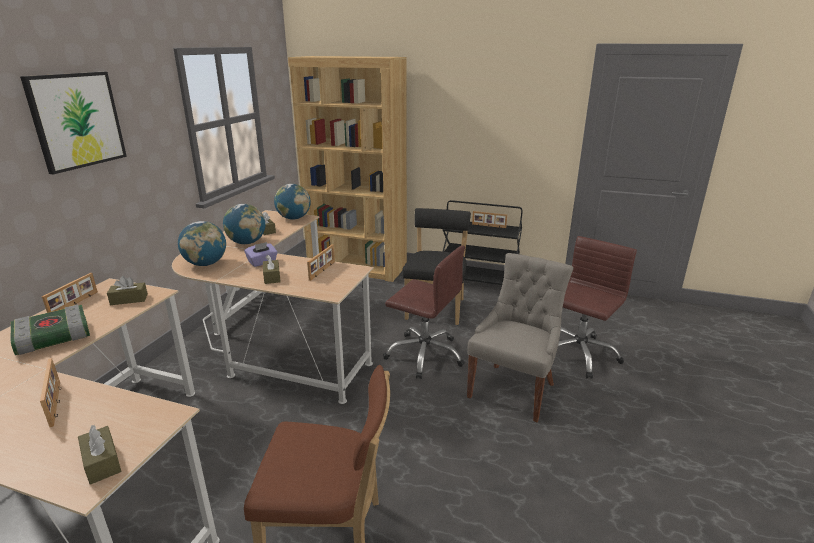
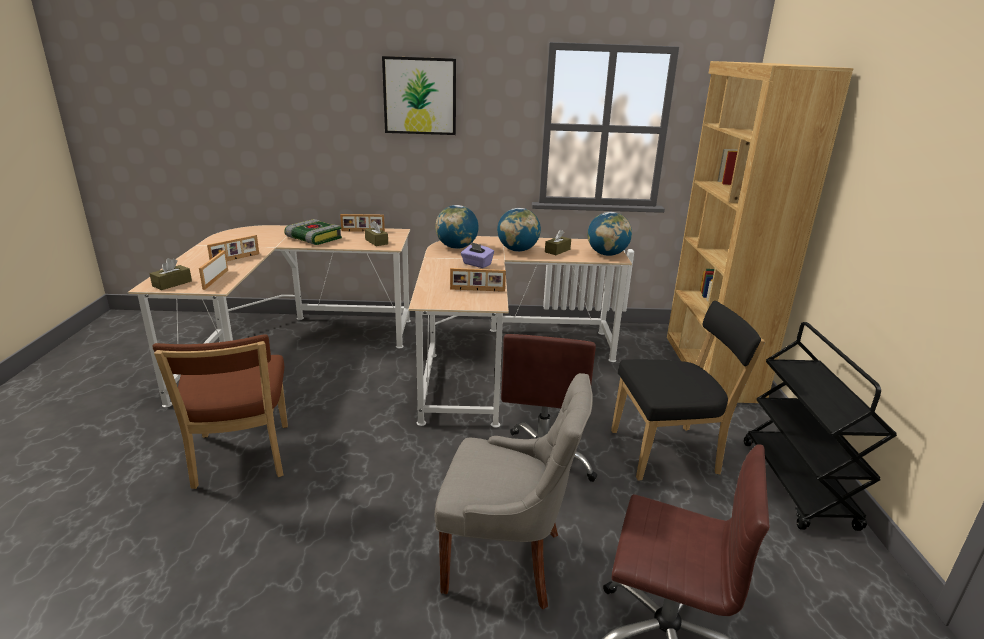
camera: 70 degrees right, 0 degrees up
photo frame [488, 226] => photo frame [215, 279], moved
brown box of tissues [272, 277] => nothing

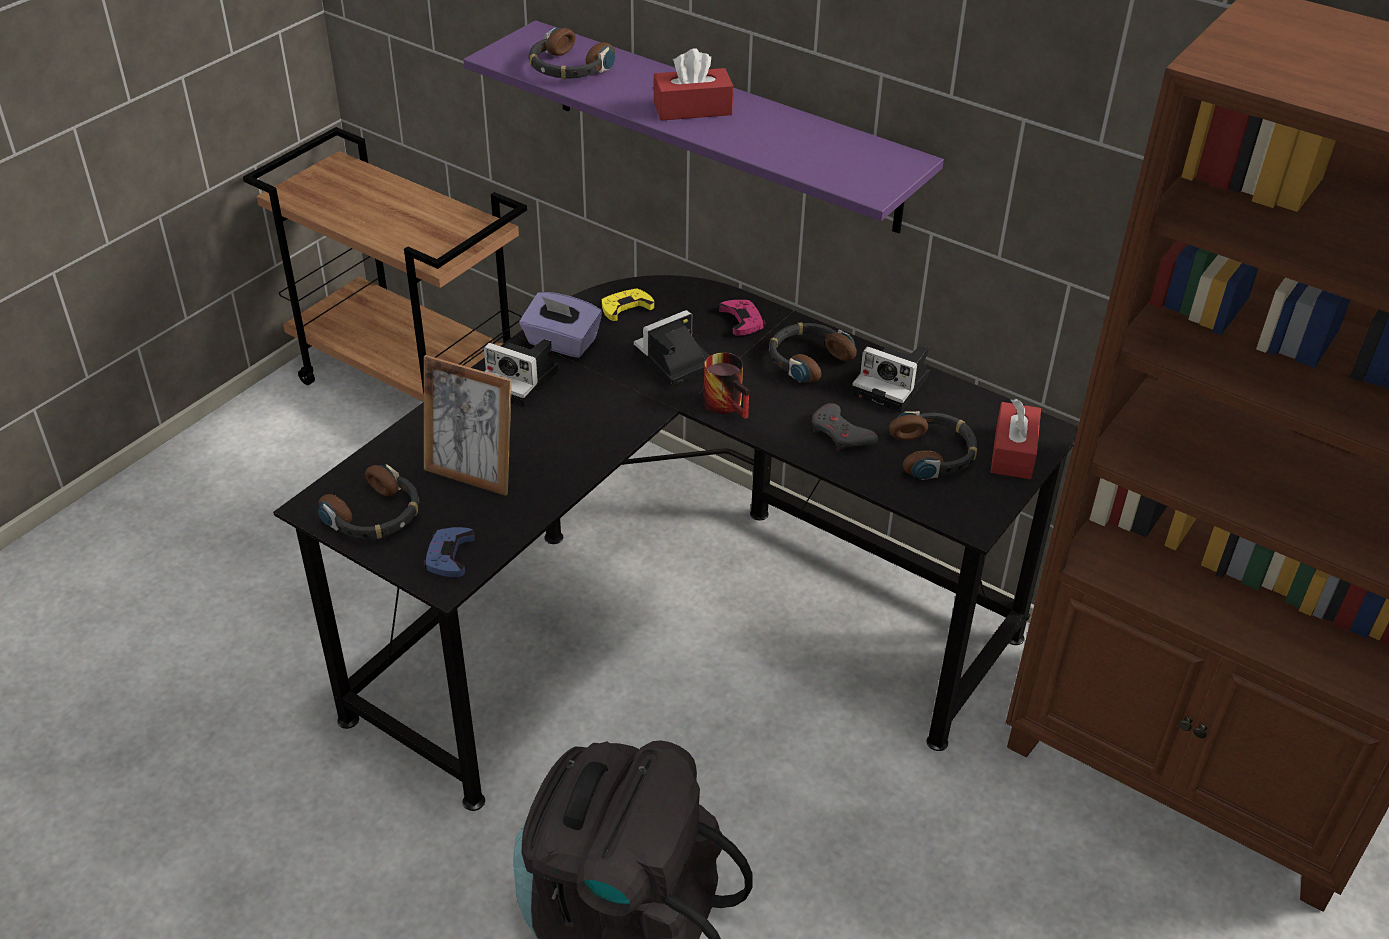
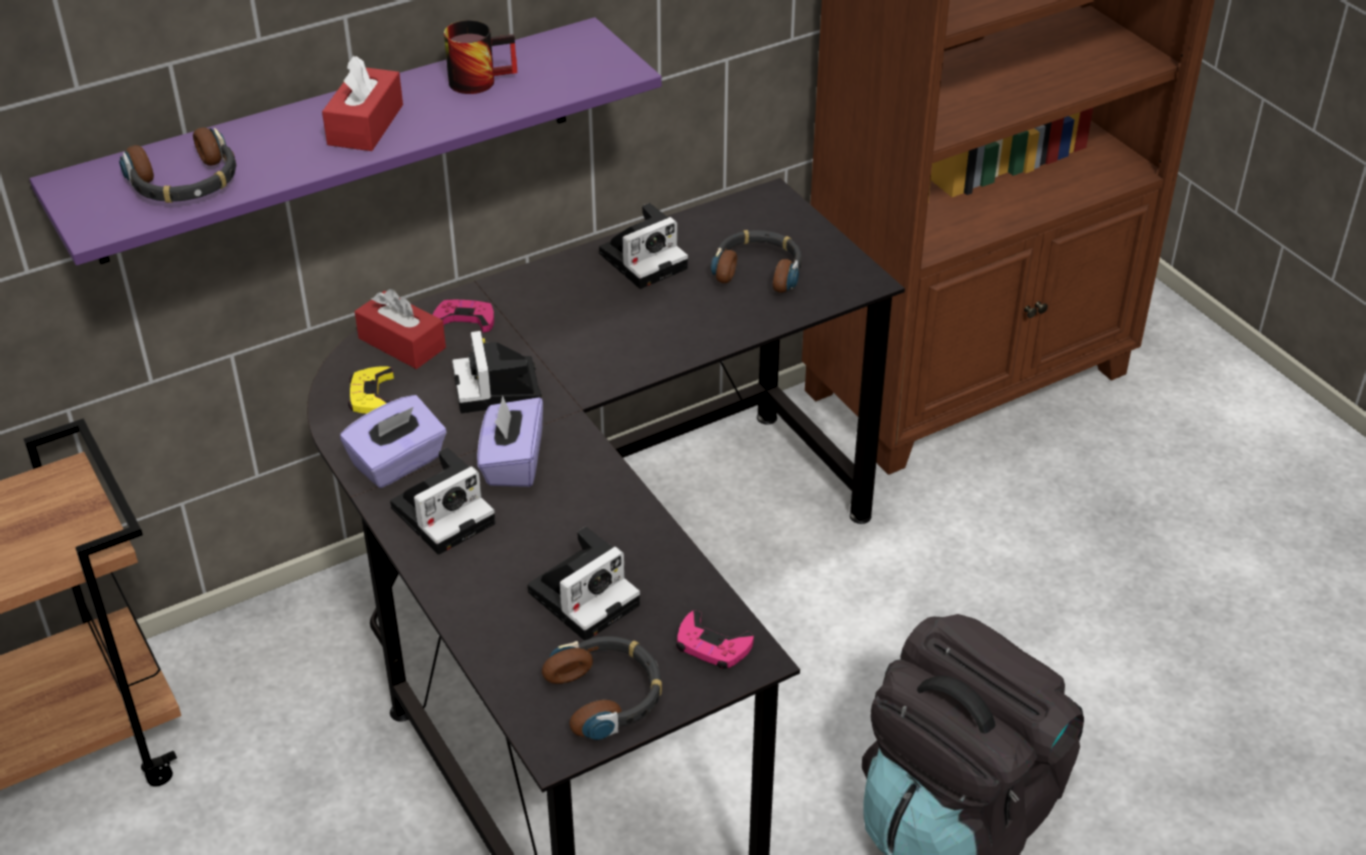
camera: 65 degrees left, 0 degrees up
red box of tissues [1013, 452] => red box of tissues [402, 343], moved
mug [729, 404] => mug [479, 79], moved
nothing => purple-coloured box of tissues [512, 463]
photo frame [471, 474] => still camera [586, 595]
bluish gamepad [449, 556] => pink-coloured gamepad [712, 646]
pair of headphones [807, 359] => nothing
greyish gamepad [841, 434] => nothing

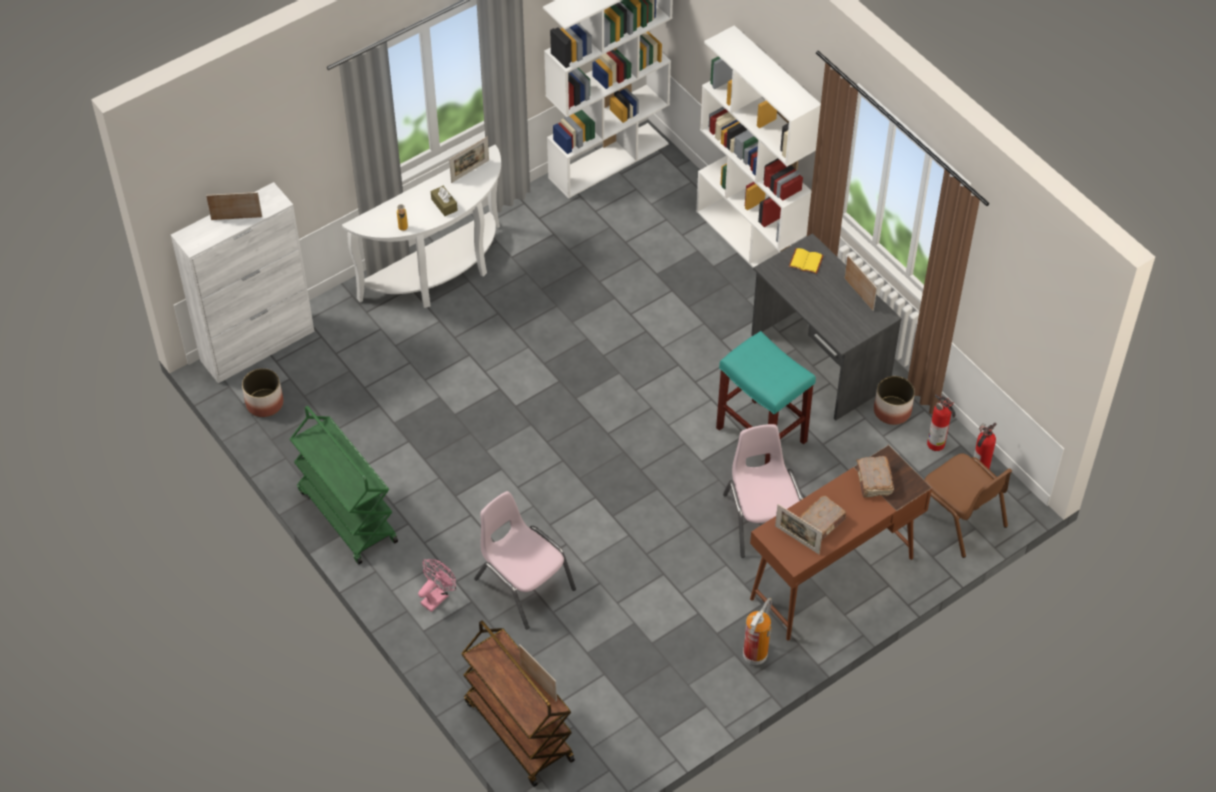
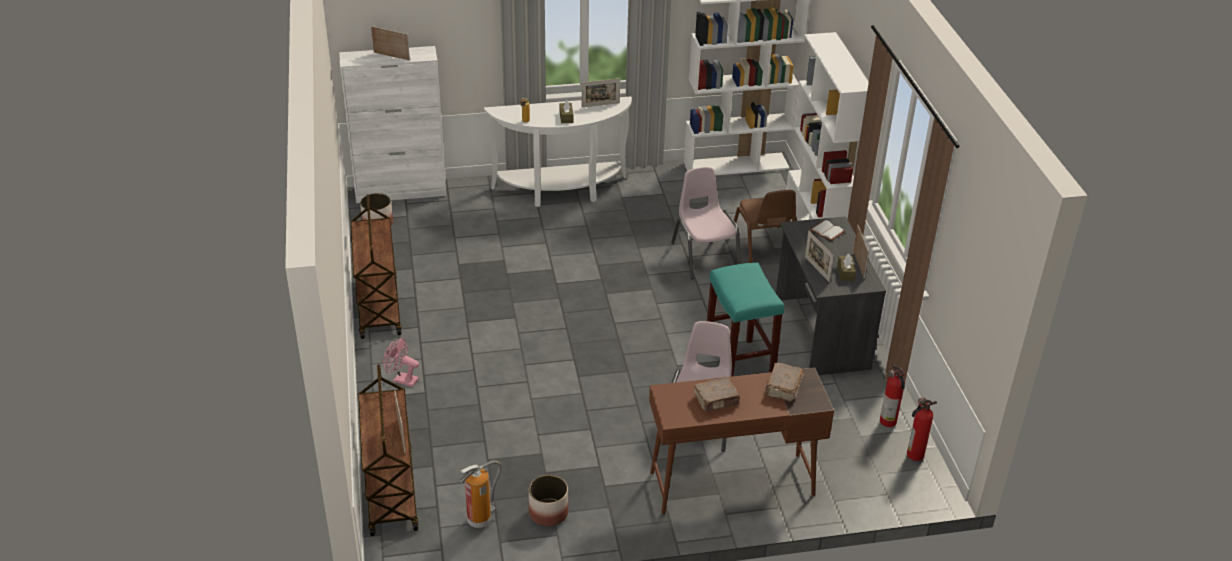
camera: 25 degrees right, 15 degrees down
greenish wheeled cart [346, 515] => brown wheeled cart [378, 307]
pink-coloured fan [437, 597] => pink-coloured fan [402, 380], 135 degrees counterclockwise
fire-fighting cylinder [755, 654] => fire-fighting cylinder [480, 520], moved
flower pot [892, 410] => flower pot [548, 512], moved
pink-coloured plain chair [524, 584] => pink-coloured plain chair [704, 256], moved
brown plain chair [958, 517] => brown plain chair [763, 247], moved
photo frame [797, 540] => photo frame [817, 269], moved
yellowish bound book [806, 261] => white bound book [828, 231]
nothing => brown box of tissues [845, 272]

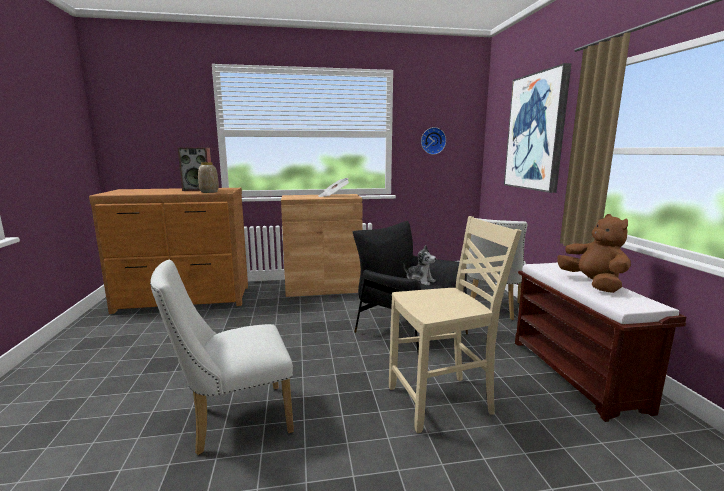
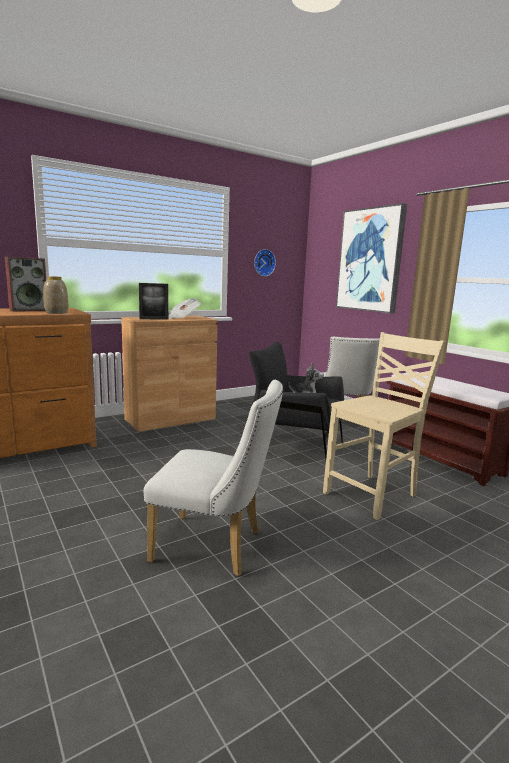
camera: 25 degrees left, 0 degrees up
nothing => photo frame [154, 319]
white plain chair [233, 420] => white plain chair [215, 547], 120 degrees counterclockwise
brown plush toy [593, 284] => nothing

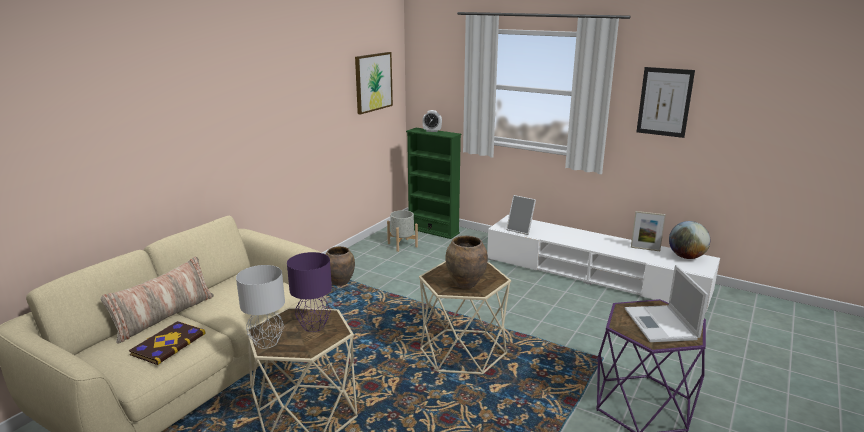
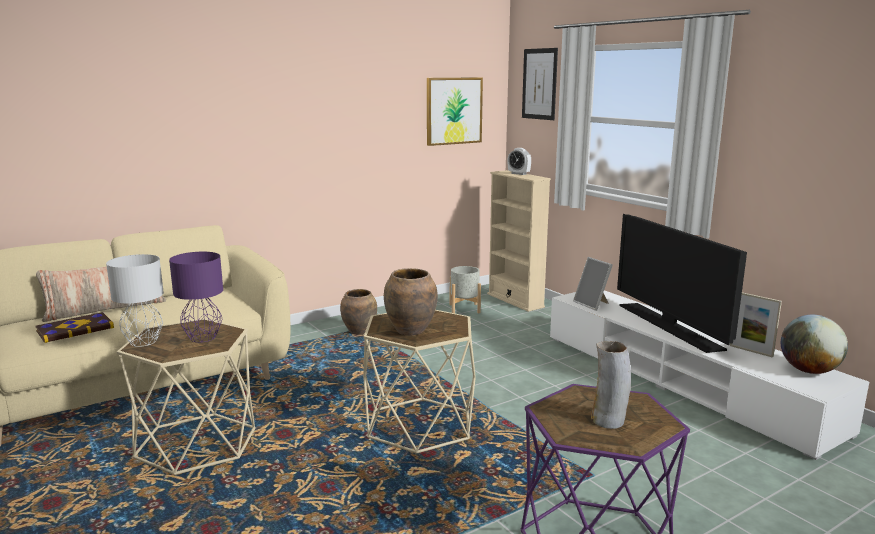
camera: 25 degrees right, 5 degrees down
greenish shelving unit [433, 231] => beige-coloured shelving unit [515, 300]
wall picture [664, 102] => wall picture [539, 84], moved
portable computer [661, 325] => decorative vase [608, 420]
nothing => TV set [669, 327]

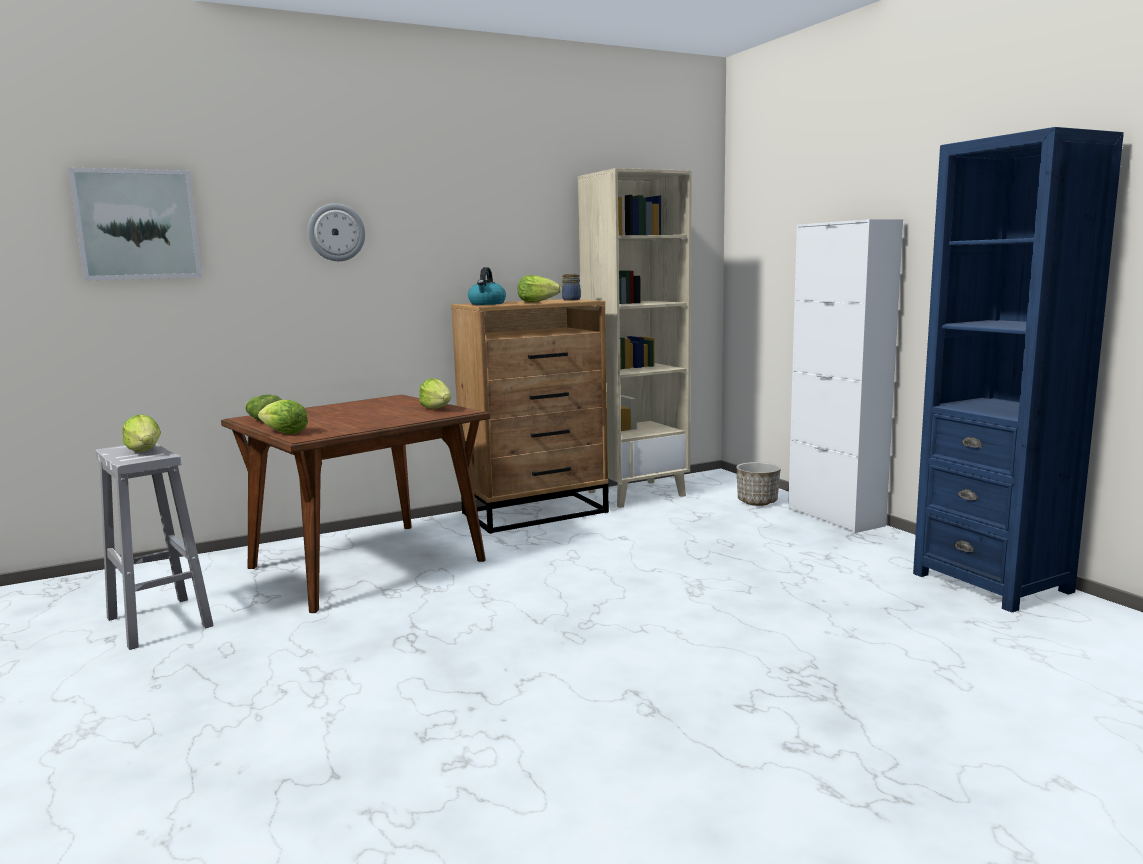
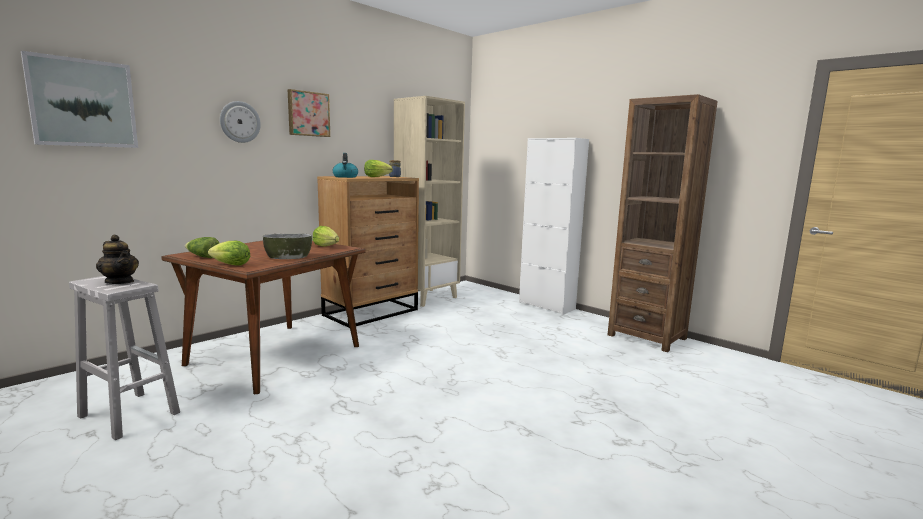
camera: 20 degrees left, 0 degrees up
lettuce [145, 451] => pot for tea [120, 282]
nothing => bowl [288, 257]
nothing => wall picture [308, 114]
bluish shelving unit [991, 582] => brown shelving unit [647, 337]
flower pot [757, 502] => nothing

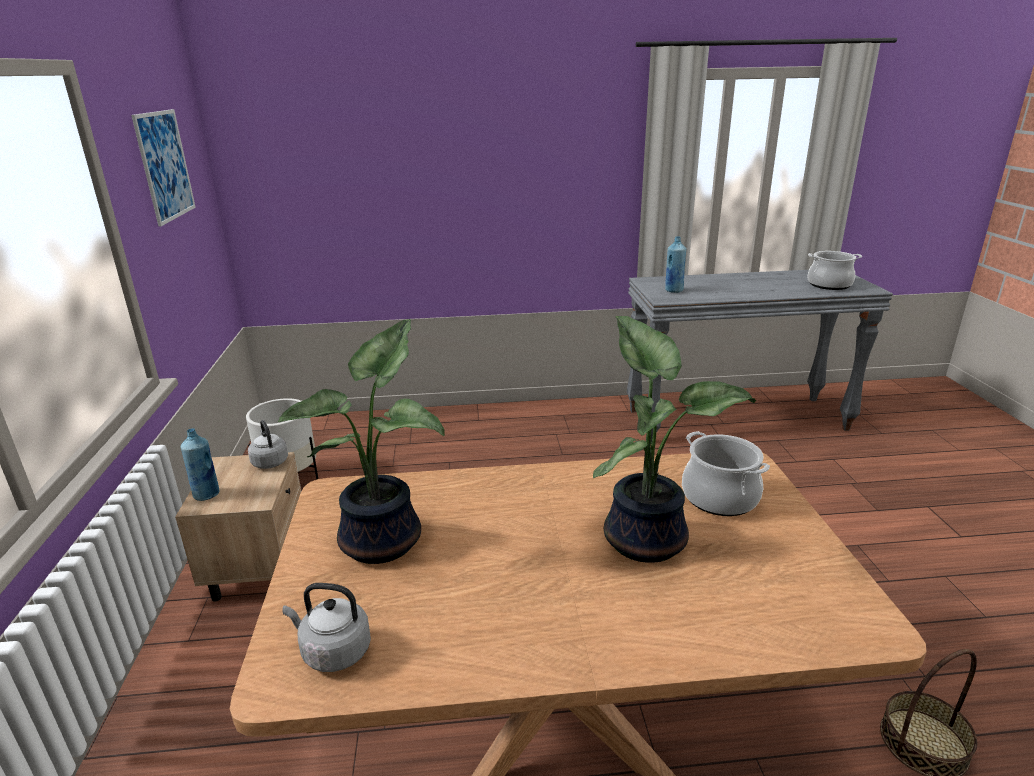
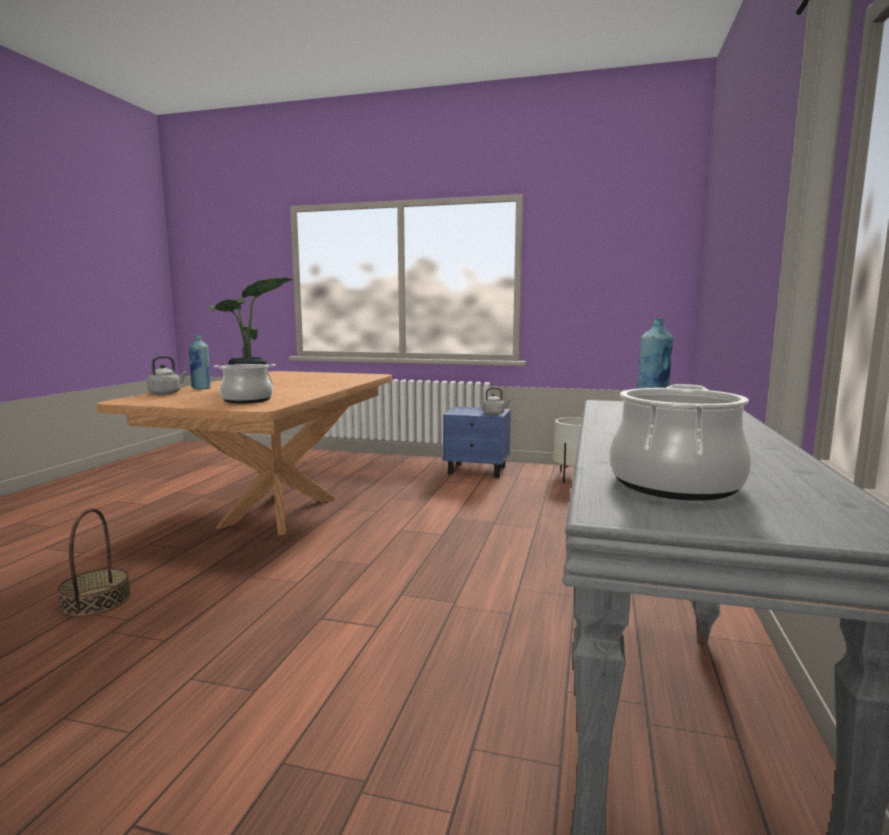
camera: 110 degrees right, 15 degrees down
greyish tea kettle [333, 651] => greyish tea kettle [166, 393], moved
bluish bottle [207, 494] => bluish bottle [201, 388], moved
beige-coloured night table [260, 567] => bluish night table [477, 471]
wall picture [165, 165] => nothing
plant in a pot [386, 540] => nothing

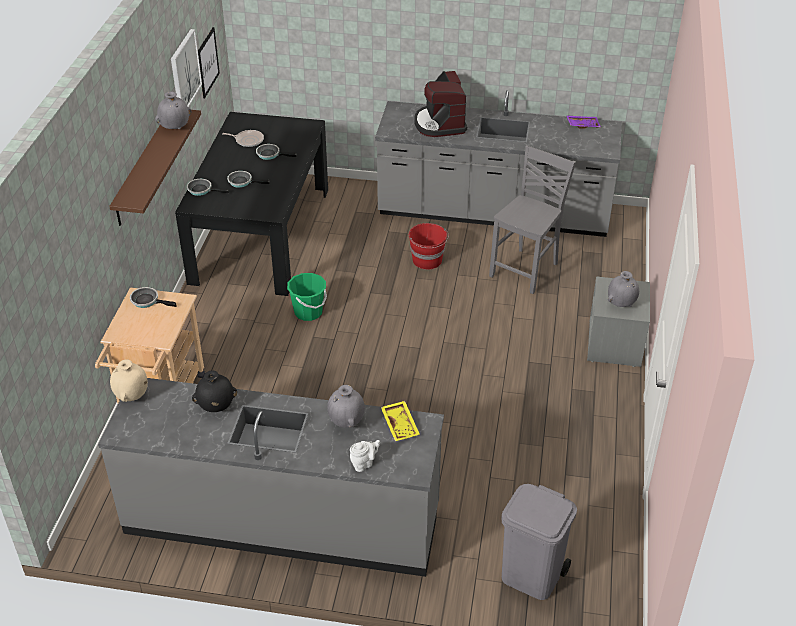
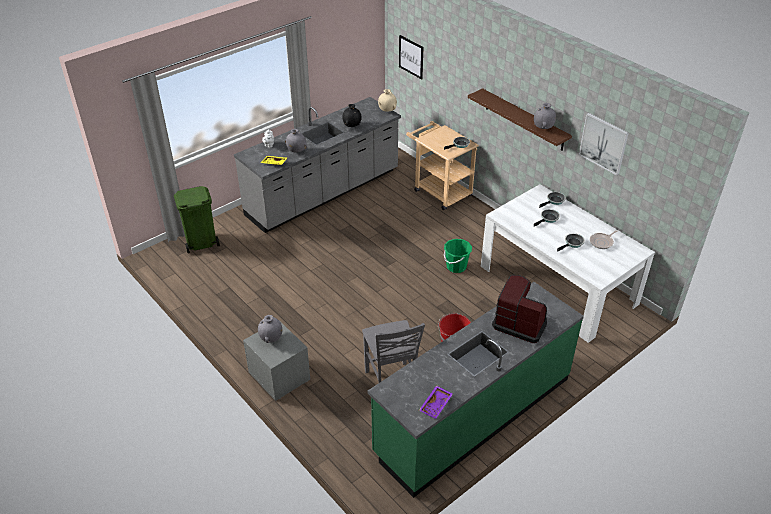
camera: 130 degrees right, 0 degrees up
greyish trash can [532, 576] => greenish trash can [201, 242]
greyish kitchen base unit [493, 213] => greenish kitchen base unit [473, 415]
wall picture [208, 62] => wall picture [411, 57], moved
blackish kitchen table [261, 234] => white kitchen table [558, 285]

